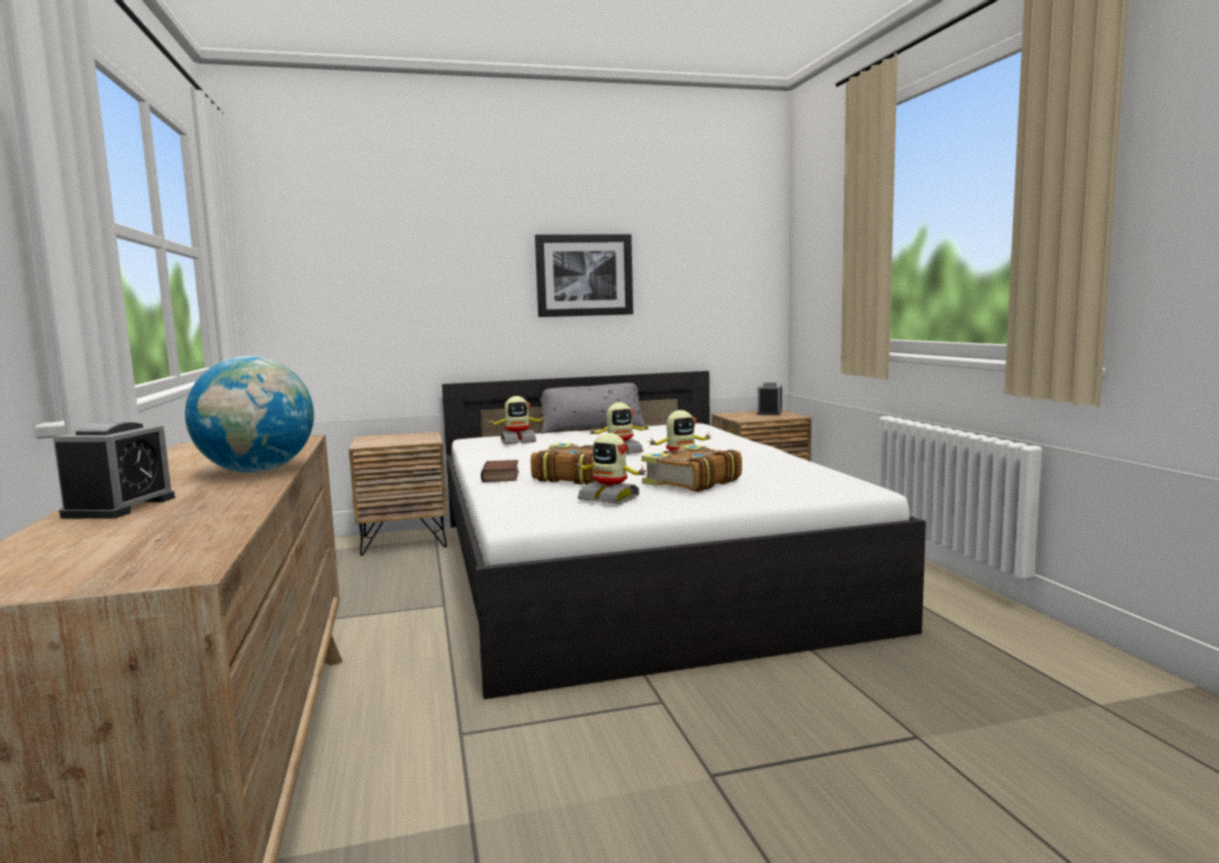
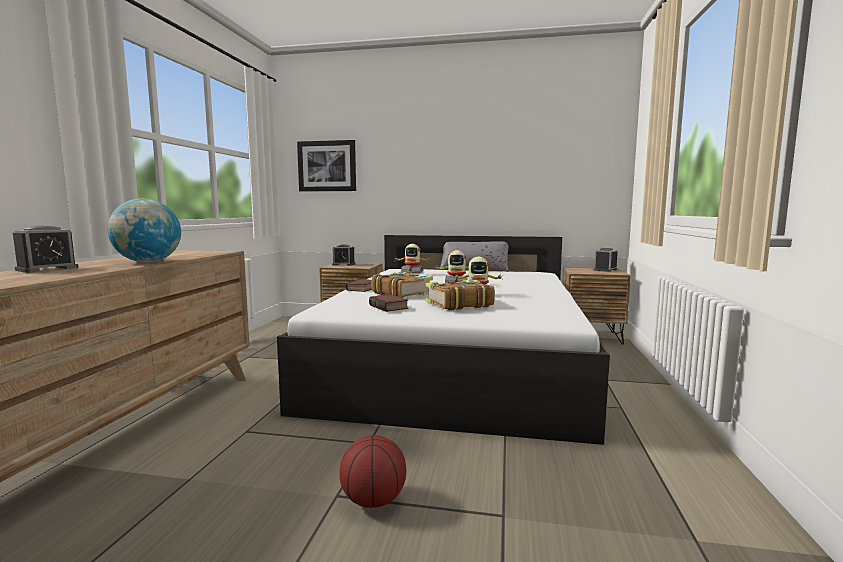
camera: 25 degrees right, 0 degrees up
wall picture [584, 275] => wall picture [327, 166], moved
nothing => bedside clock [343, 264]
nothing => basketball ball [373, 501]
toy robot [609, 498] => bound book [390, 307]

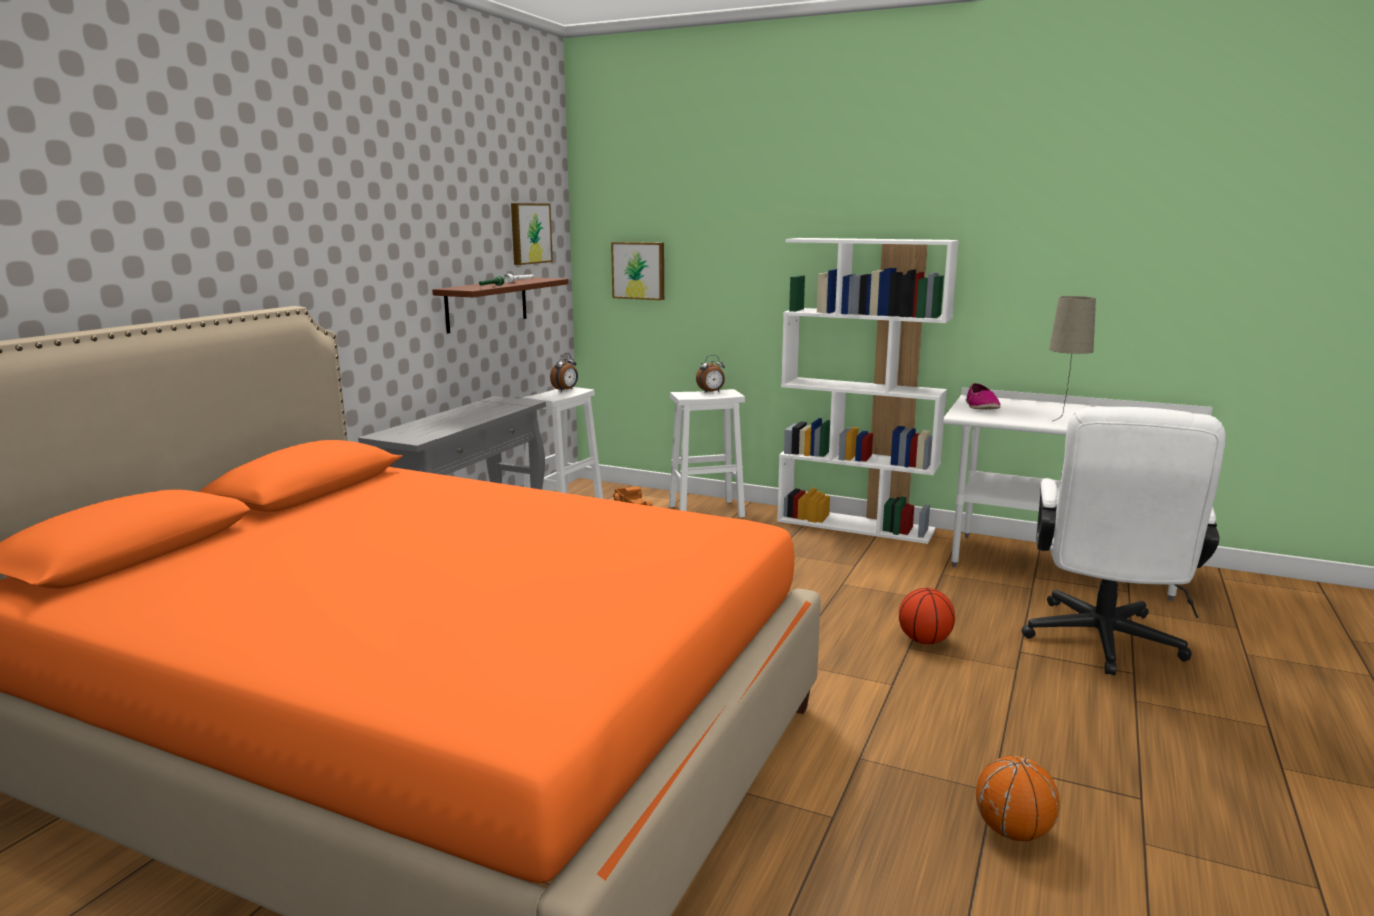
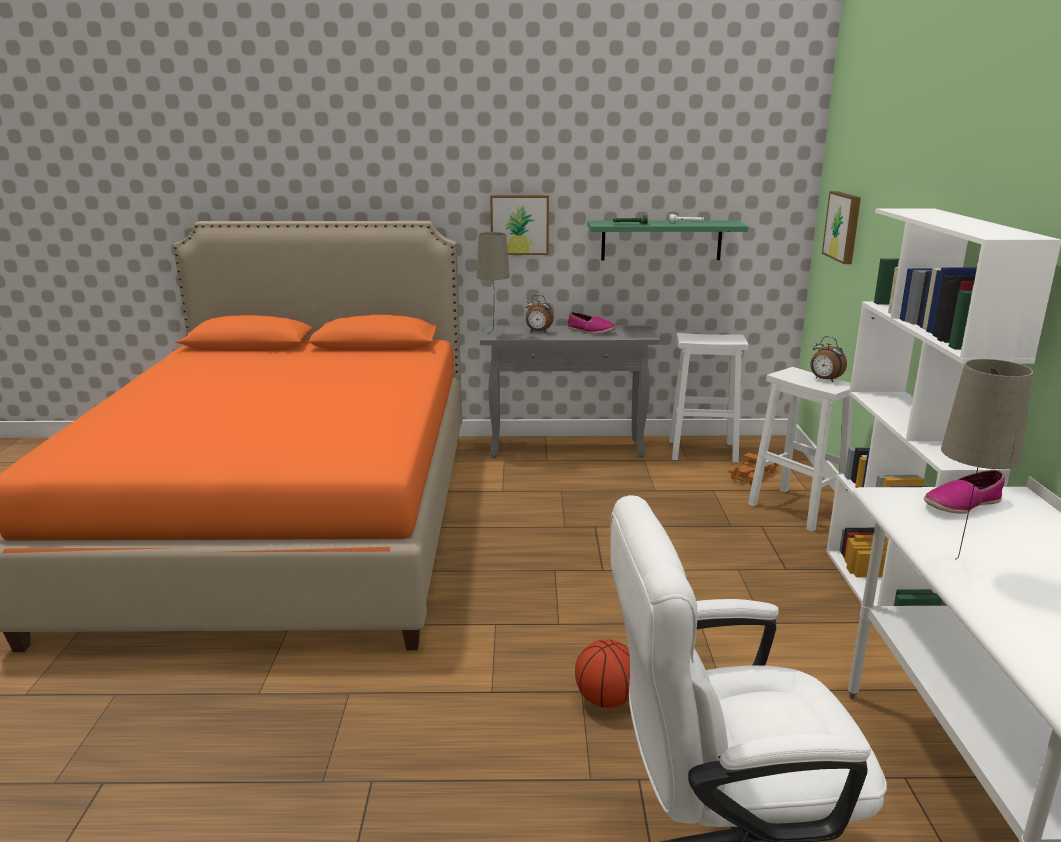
camera: 65 degrees right, 5 degrees up
nothing => beige-coloured lamp for a table [494, 335]
wall picture [529, 233] => wall picture [519, 224], moved
bedside clock [565, 390] => bedside clock [538, 331], moved
nothing => item of footwear [590, 331]
brown wall shelf [487, 304] => greenish wall shelf [661, 240]
basketball ball [1013, 831] => nothing

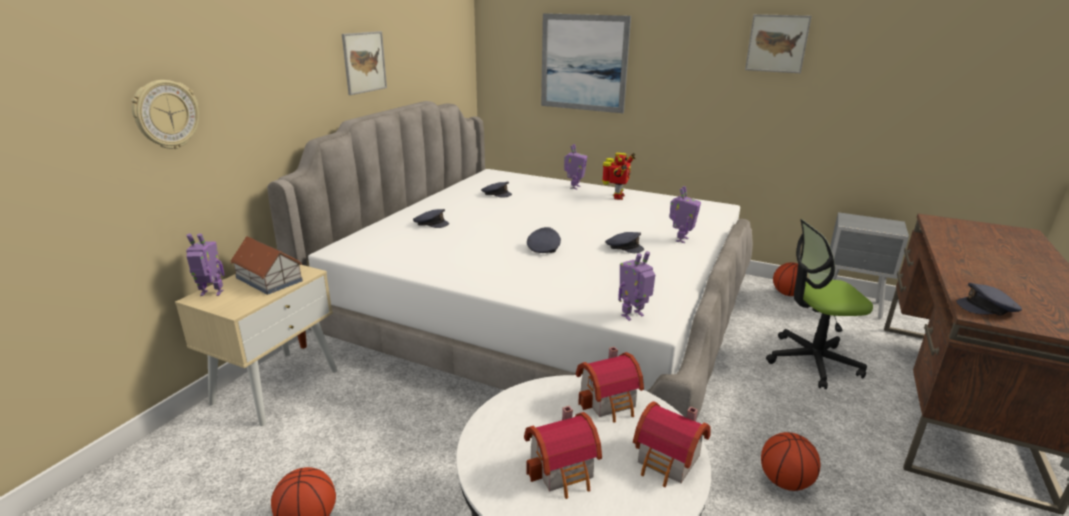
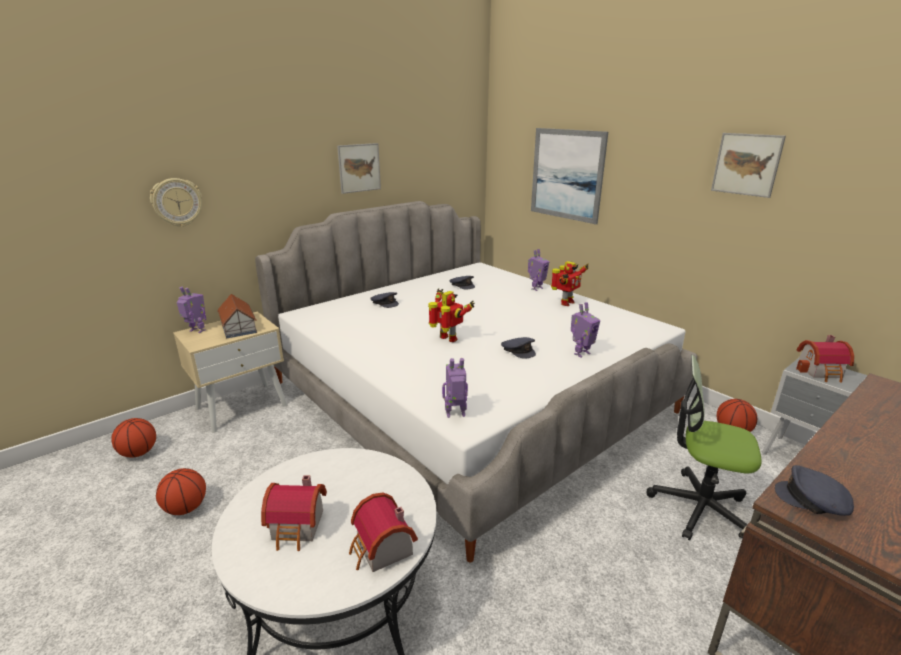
camera: 25 degrees right, 0 degrees up
basketball ball [785, 482] => basketball ball [139, 453], moved
greyish baseball cap [543, 248] => toy robot [448, 339]
model house [610, 401] => model house [822, 372], moved

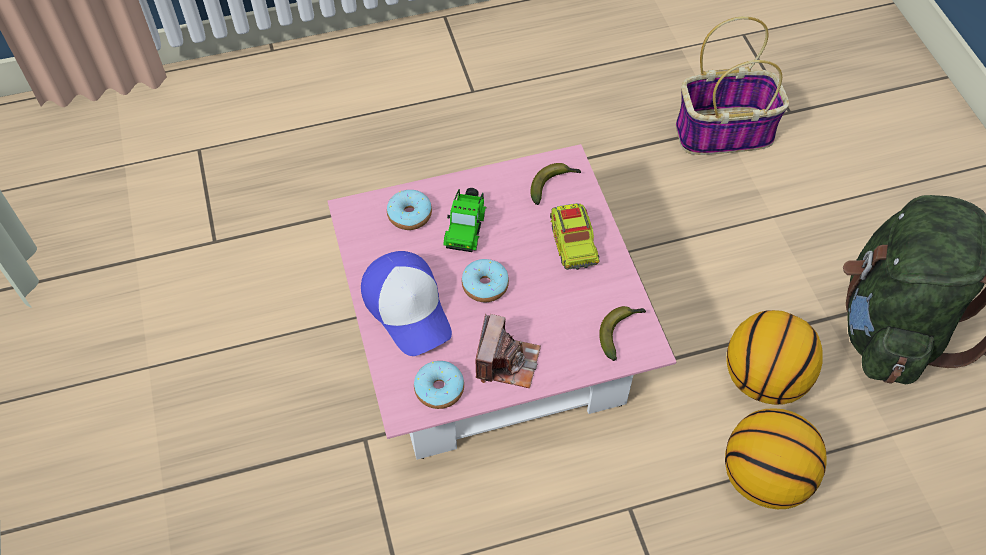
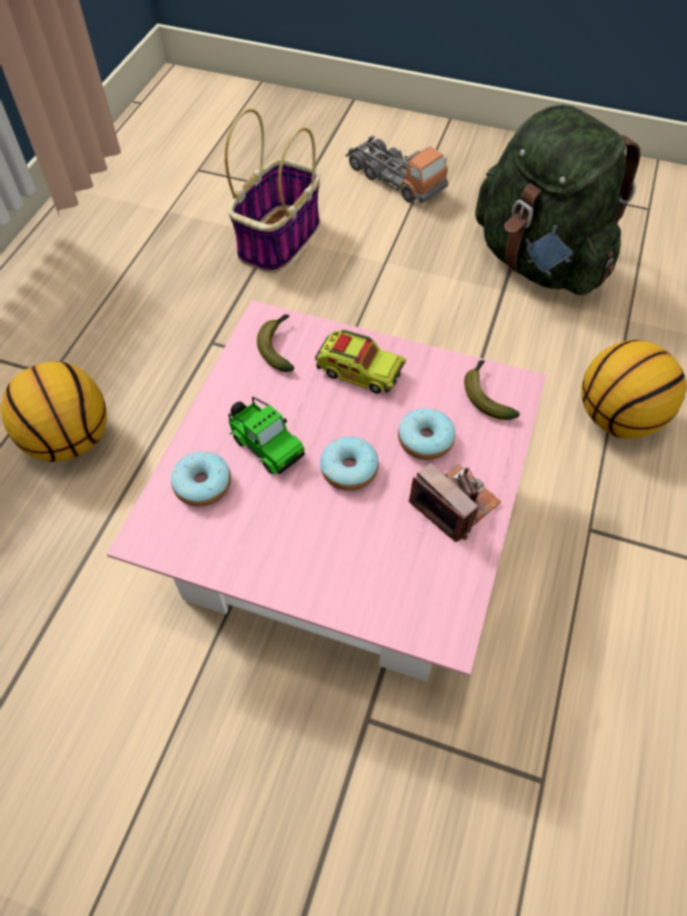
camera: 55 degrees left, 0 degrees up
basketball ball [764, 379] => basketball ball [70, 439], moved
nothing => toy lorry [395, 179]
ring doughnut [439, 389] => ring doughnut [425, 440], moved
baseball cap [408, 308] => nothing

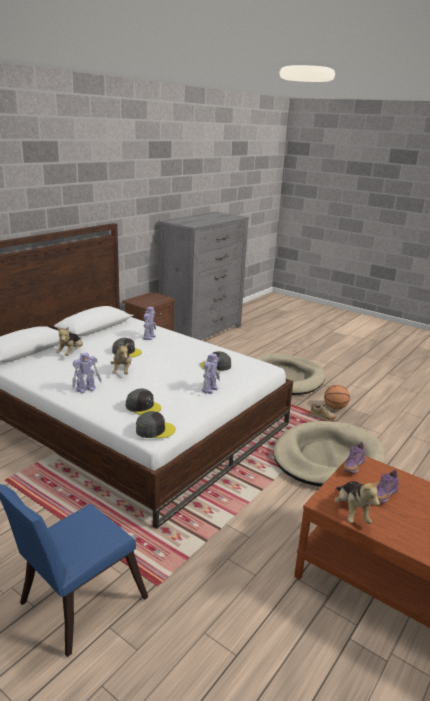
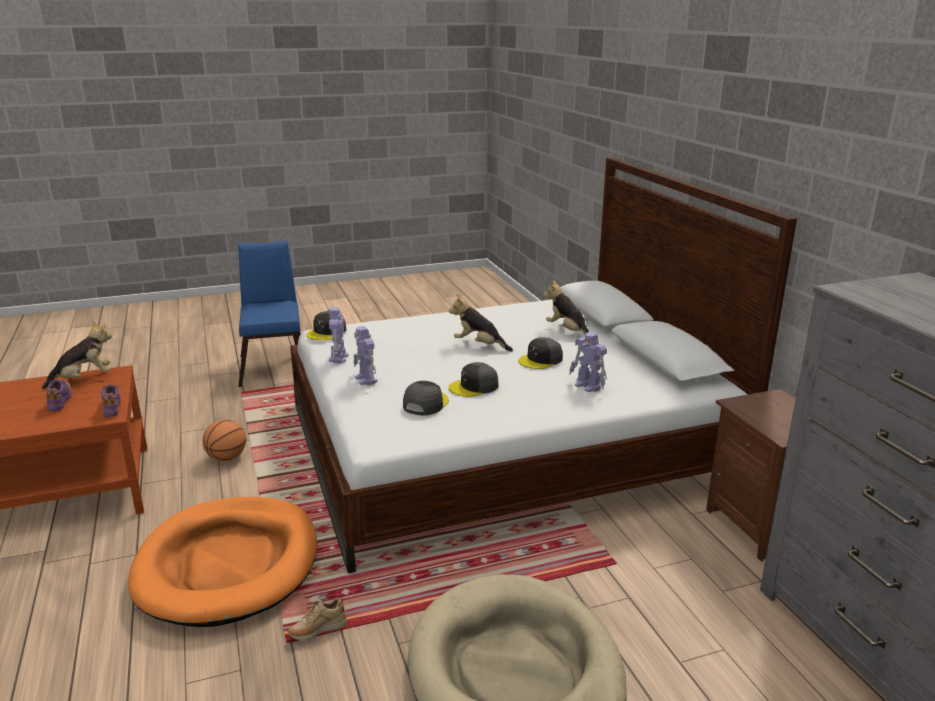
camera: 125 degrees right, 0 degrees up
plush toy [351, 512] => plush toy [84, 379], 120 degrees clockwise
beige-coloured dog bed [327, 458] => orange dog bed [228, 564]
basketball ball [335, 407] => basketball ball [227, 458], moved
toy robot [86, 389] => toy robot [338, 358], moved
greyish baseball cap [143, 406] => greyish baseball cap [474, 387], moved

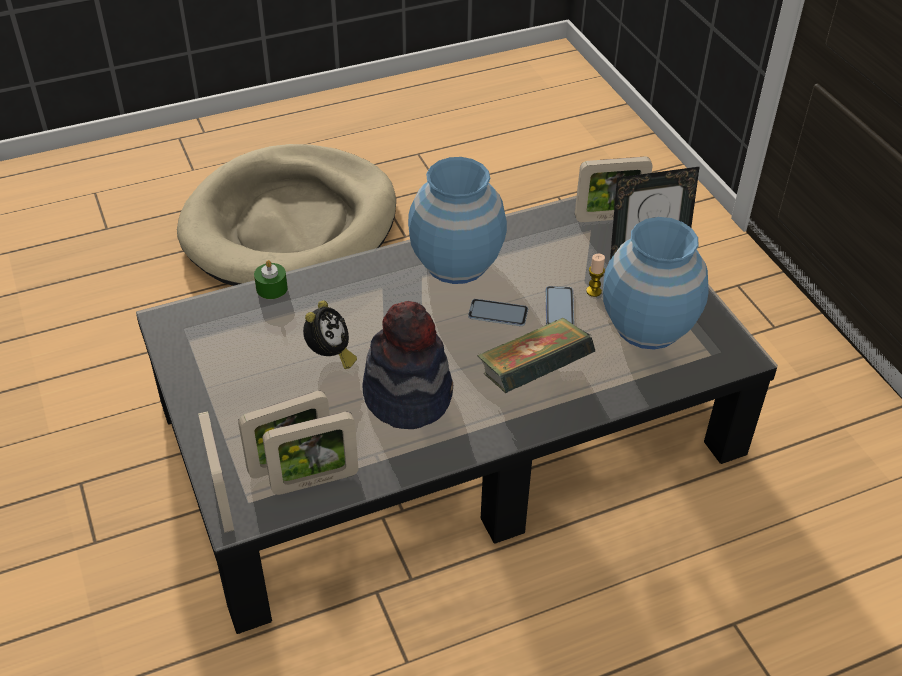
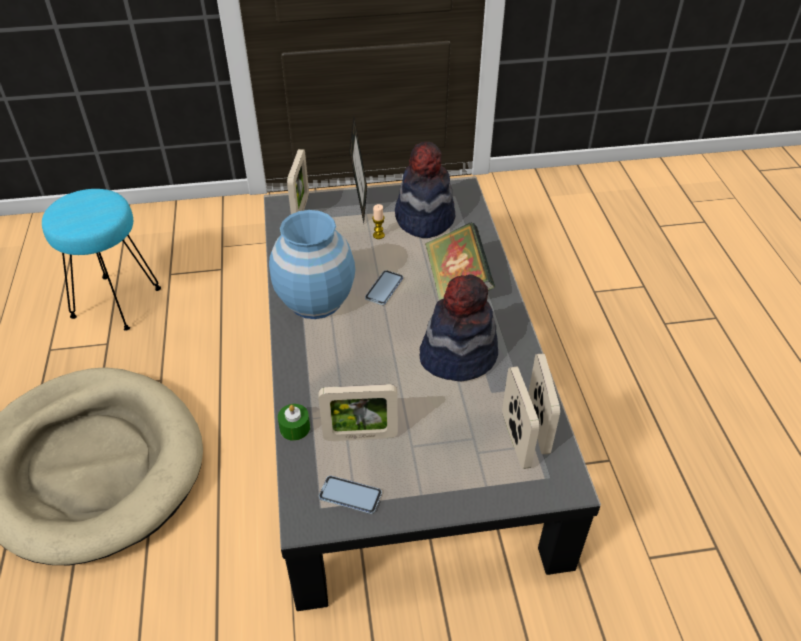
camera: 75 degrees left, 0 degrees up
nothing => blue-green stool seat [117, 301]
photo frame [222, 499] => photo frame [360, 436], moved
telephone [559, 308] => telephone [350, 495], moved
bluish decorative vase [648, 326] => wearable hat [424, 218]
bedside clock [330, 356] => nothing

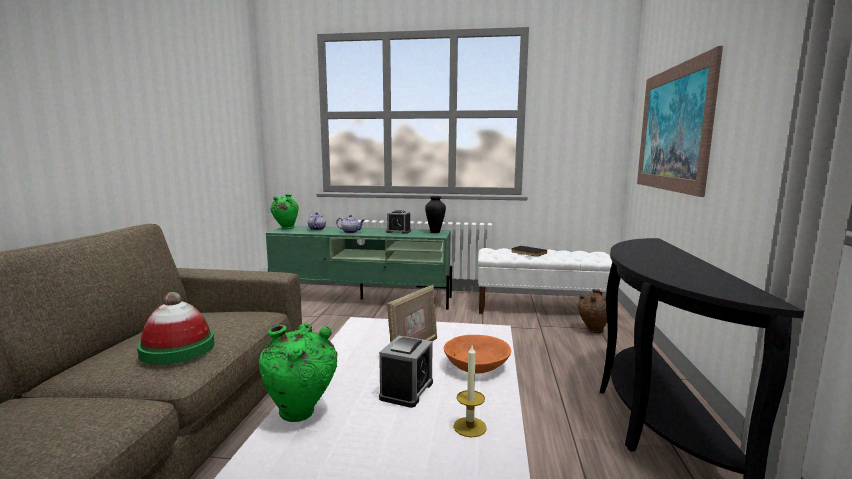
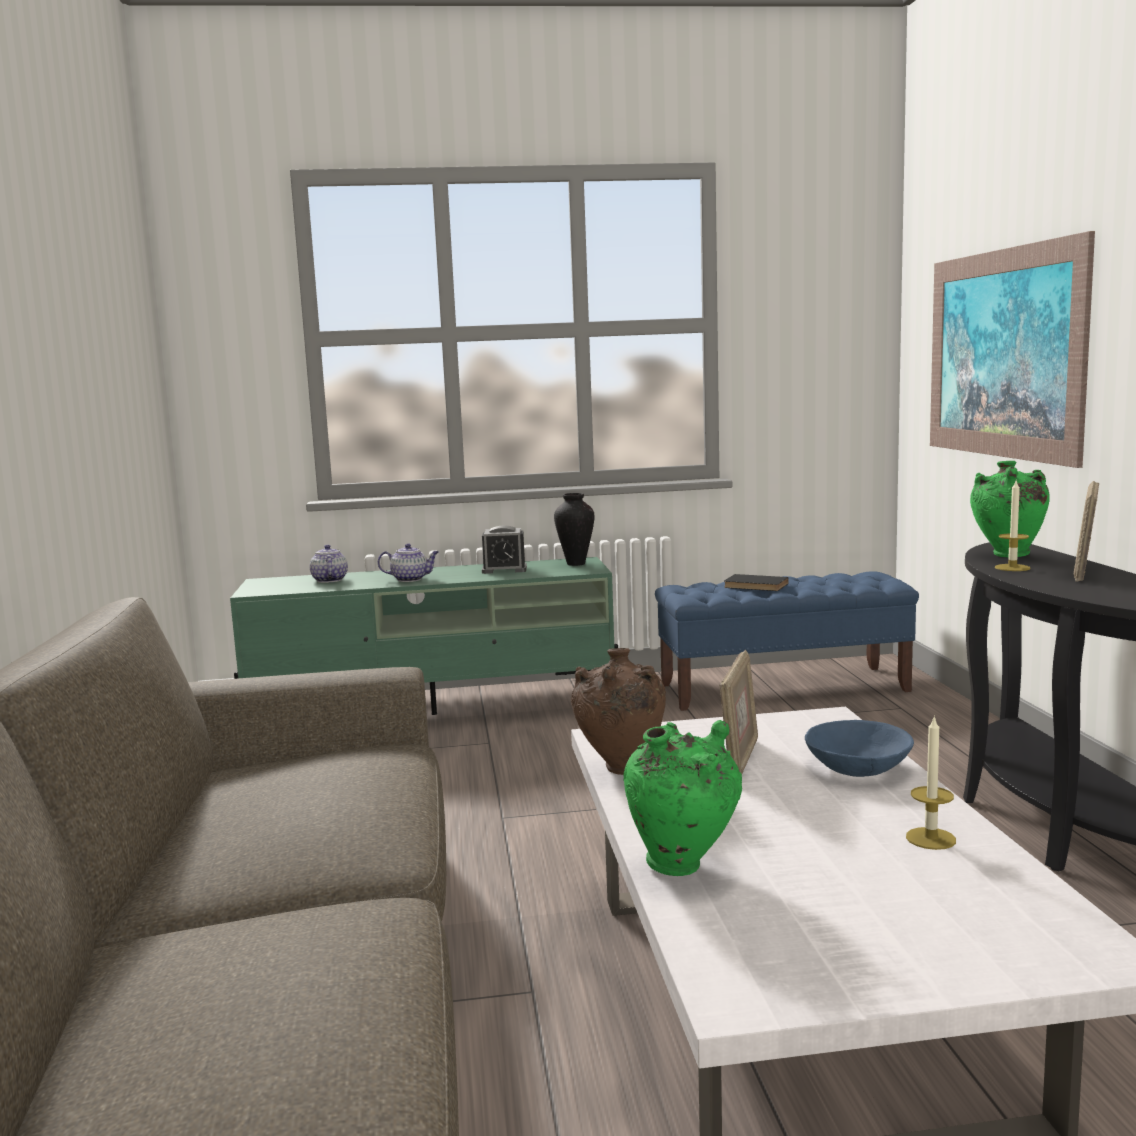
camera: 15 degrees left, 0 degrees up
brown decorative vase [593, 331] => brown decorative vase [621, 769], moved
white bench [541, 308] => bluish bench [784, 688]
orange bowl [476, 366] => bluish bowl [858, 767]
greenish decorative vase [285, 228] => greenish decorative vase [1007, 555], moved
nothing => candle [1012, 568]
nothing => photo frame [1084, 571]
wearable hat [177, 349] => nothing
bedside clock [406, 390] => nothing

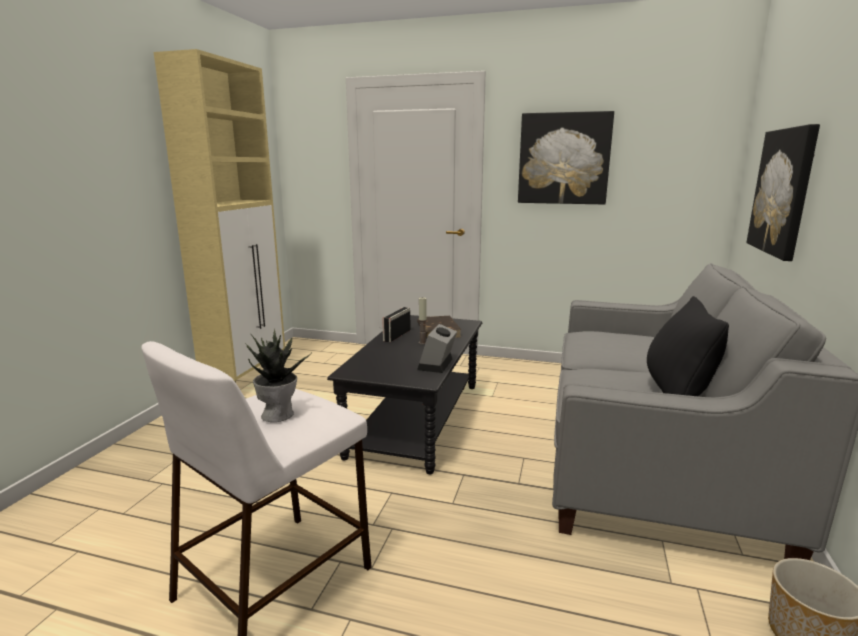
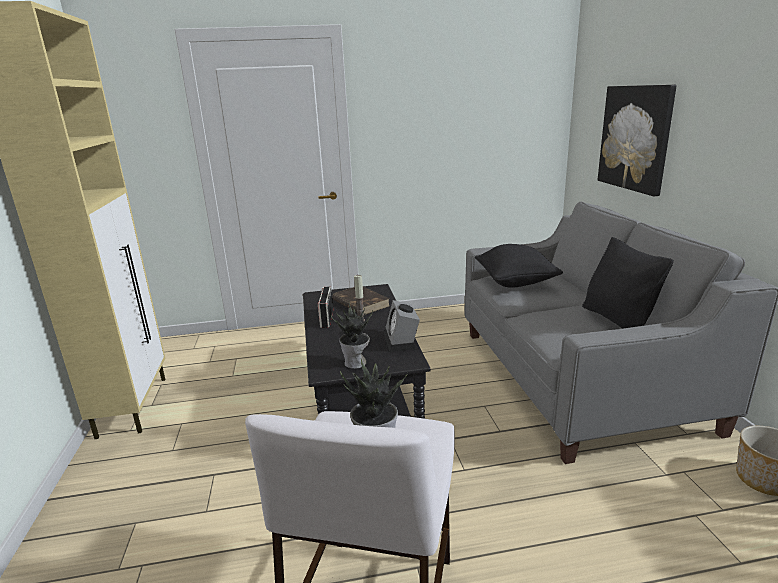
camera: 25 degrees left, 5 degrees up
nothing => plant in a pot [356, 363]
nothing => blackish throw pillow [515, 282]
wall picture [564, 159] => nothing

